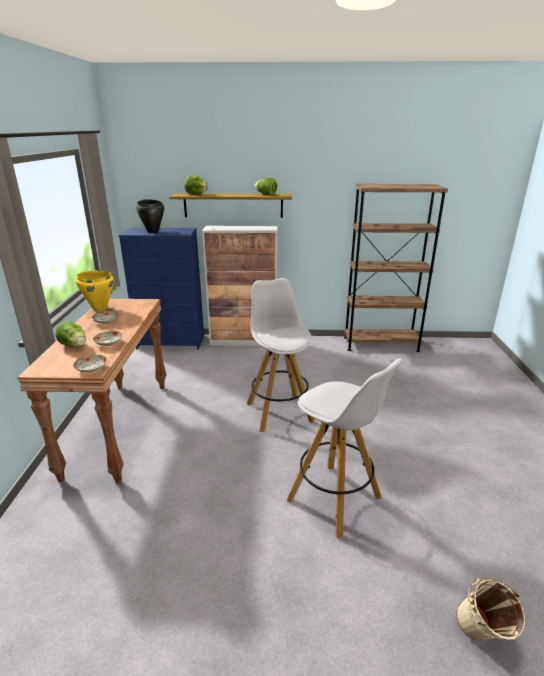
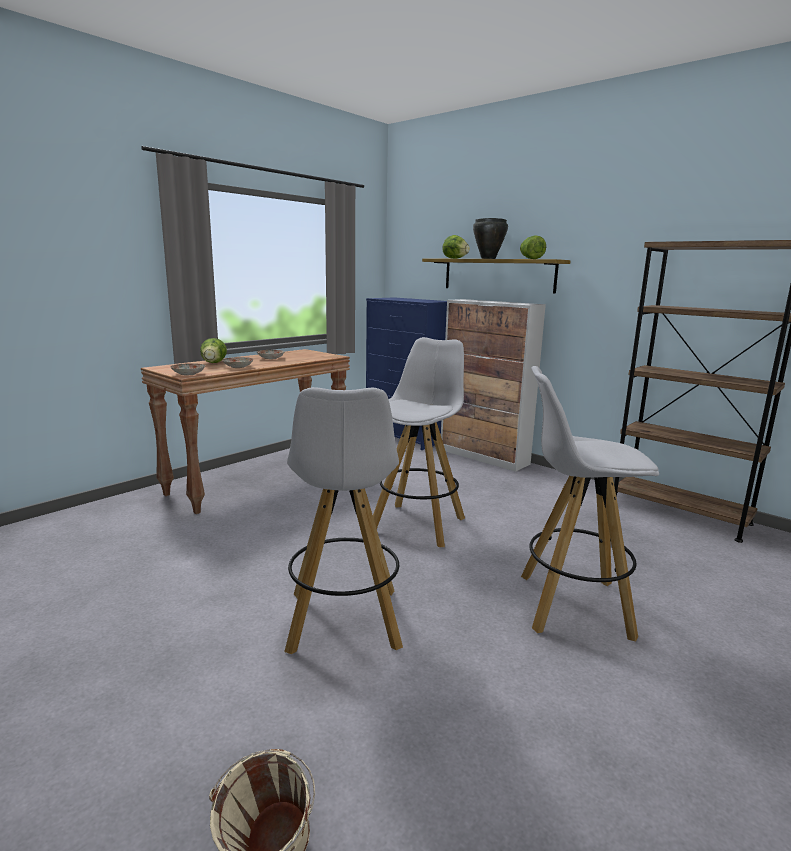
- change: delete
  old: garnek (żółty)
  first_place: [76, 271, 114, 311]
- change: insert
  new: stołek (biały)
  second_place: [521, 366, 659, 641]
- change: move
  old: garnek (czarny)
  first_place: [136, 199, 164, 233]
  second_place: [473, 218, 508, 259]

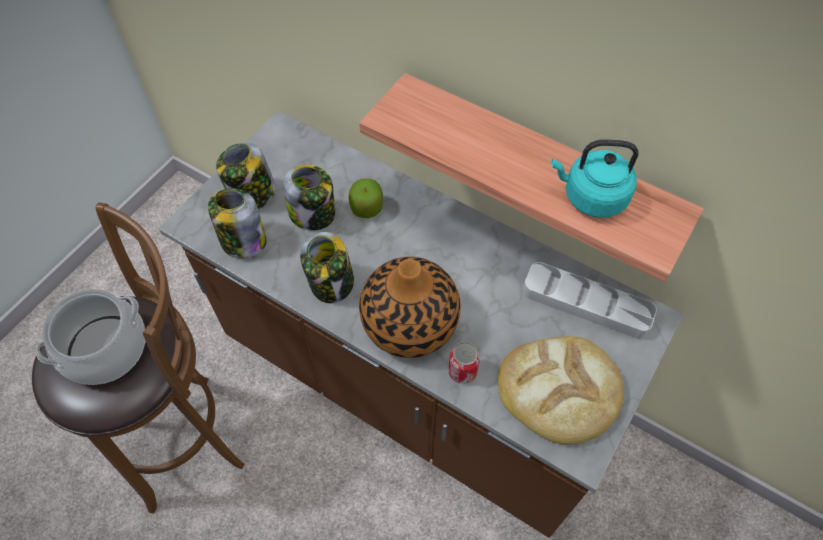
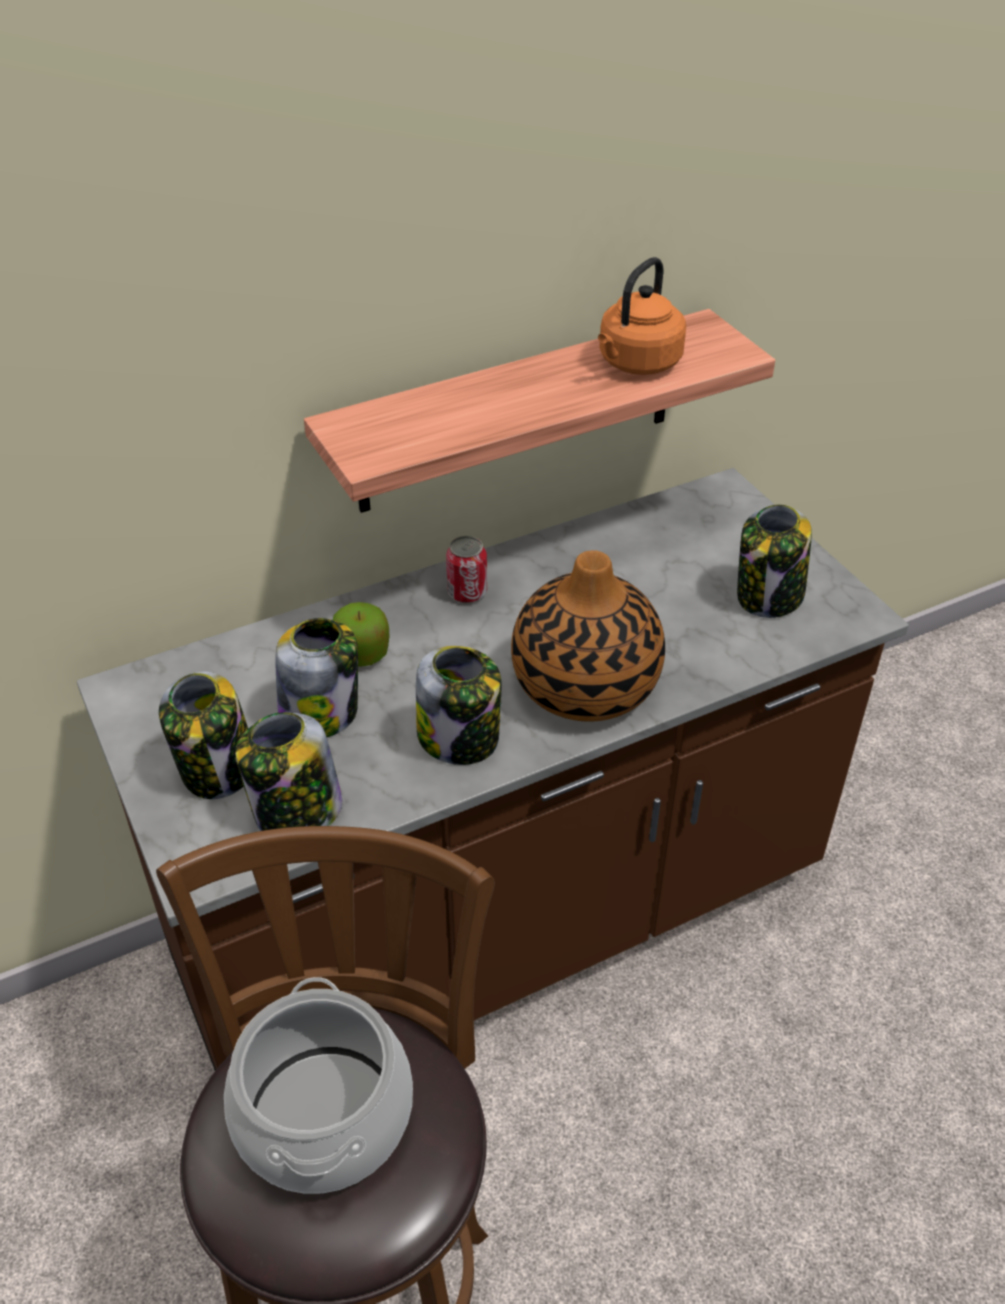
- change: delete
  old: taca (szary)
  first_place: [523, 262, 657, 339]
- change: move
  old: puszka
  first_place: [448, 342, 480, 384]
  second_place: [446, 536, 487, 603]
- change: replace
  old: chleb
  new: słoik
  first_place: [498, 336, 623, 445]
  second_place: [737, 505, 812, 618]
- change: recolor
  old: czajnik (turkusowy)
  new: czajnik (pomarańczowy)
  first_place: [552, 139, 639, 218]
  second_place: [598, 257, 686, 375]

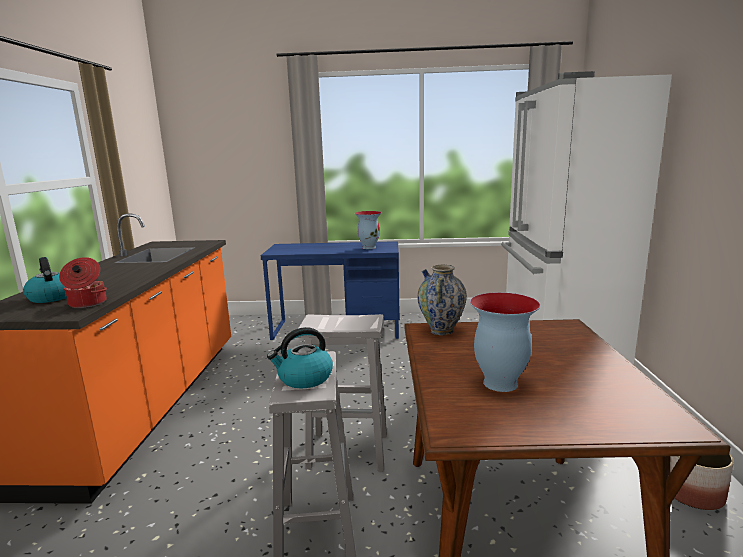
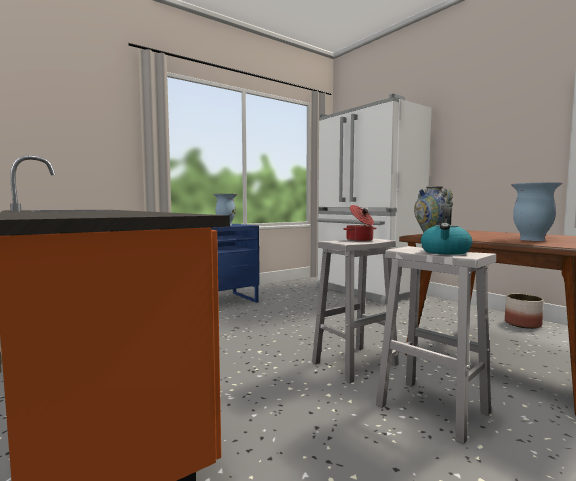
- change: delete
  old: czajnik
  first_place: [23, 257, 67, 303]
- change: move
  old: garnek
  first_place: [59, 257, 107, 308]
  second_place: [343, 205, 377, 242]

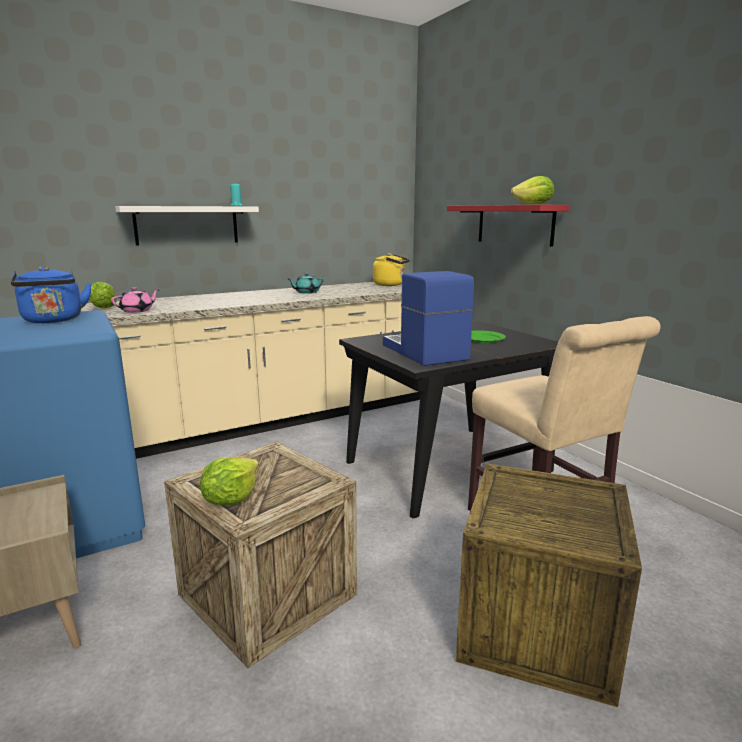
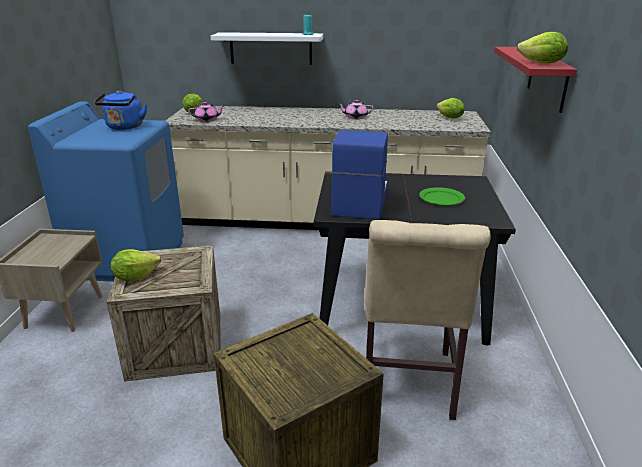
- change: replace
  old: czajnik (żółty)
  new: sałata
  first_place: [373, 253, 410, 286]
  second_place: [437, 98, 464, 119]
- change: recolor
  old: imbryk (turkusowy)
  new: imbryk (różowy)
  first_place: [288, 273, 324, 294]
  second_place: [337, 100, 374, 119]

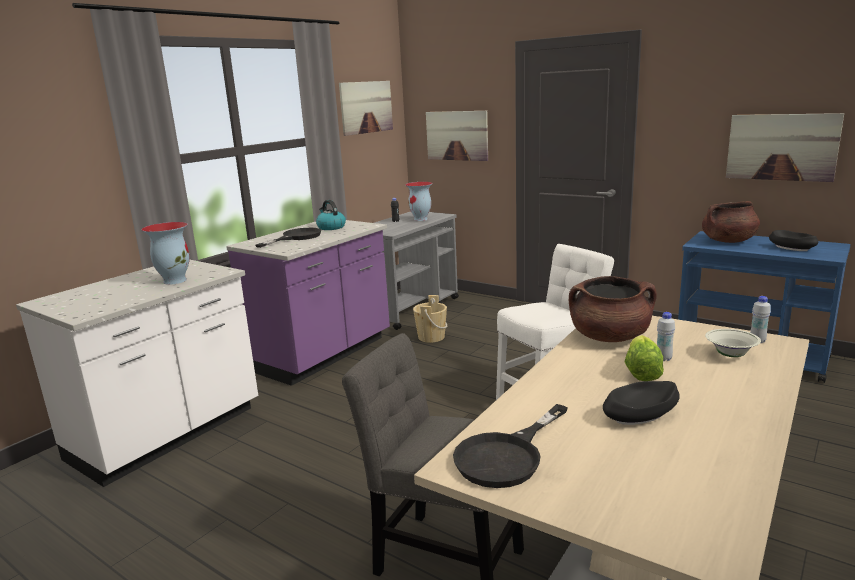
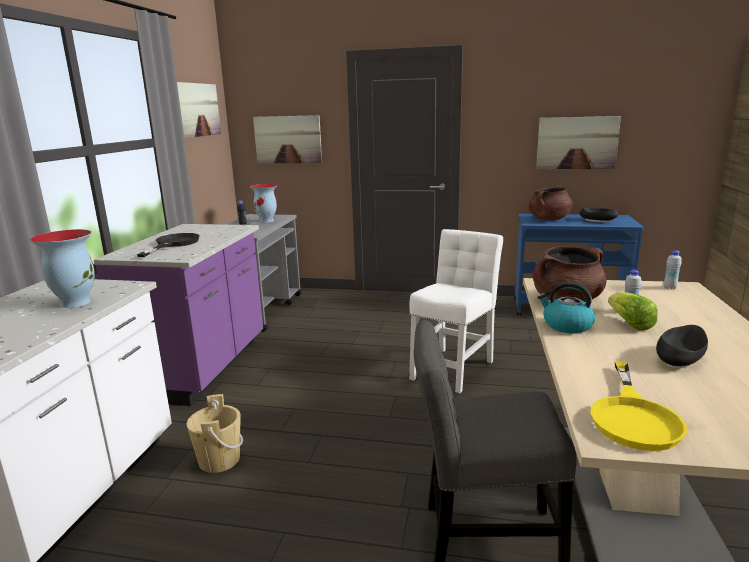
- change: delete
  old: miska (biały)
  first_place: [705, 329, 761, 357]
- change: move
  old: czajnik
  first_place: [316, 200, 346, 230]
  second_place: [538, 282, 595, 333]
- change: move
  old: wiadro (beżowy)
  first_place: [413, 295, 447, 343]
  second_place: [187, 394, 243, 473]
- change: recolor
  old: patelnia (czarny)
  new: patelnia (żółty)
  first_place: [453, 404, 568, 488]
  second_place: [590, 362, 687, 451]

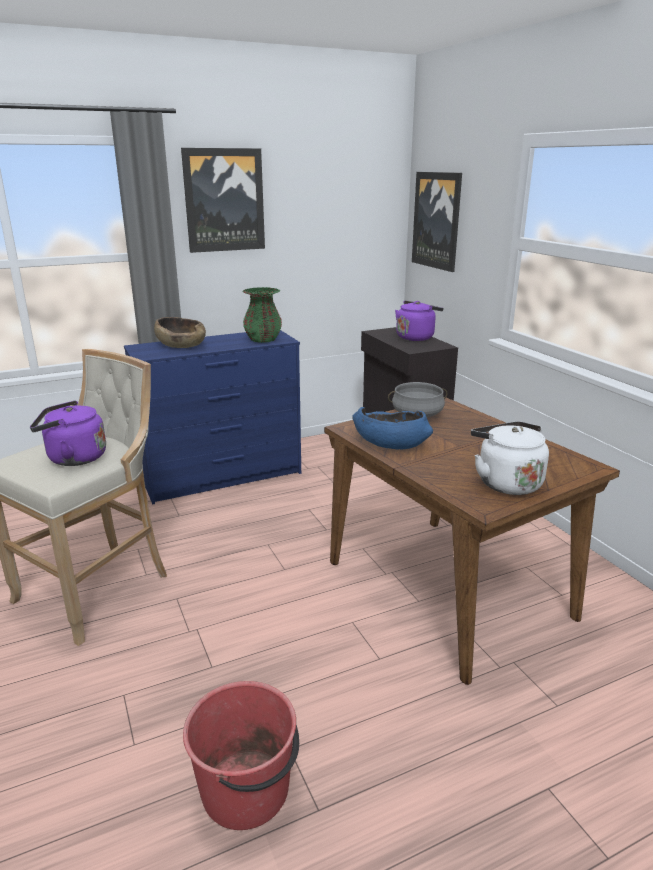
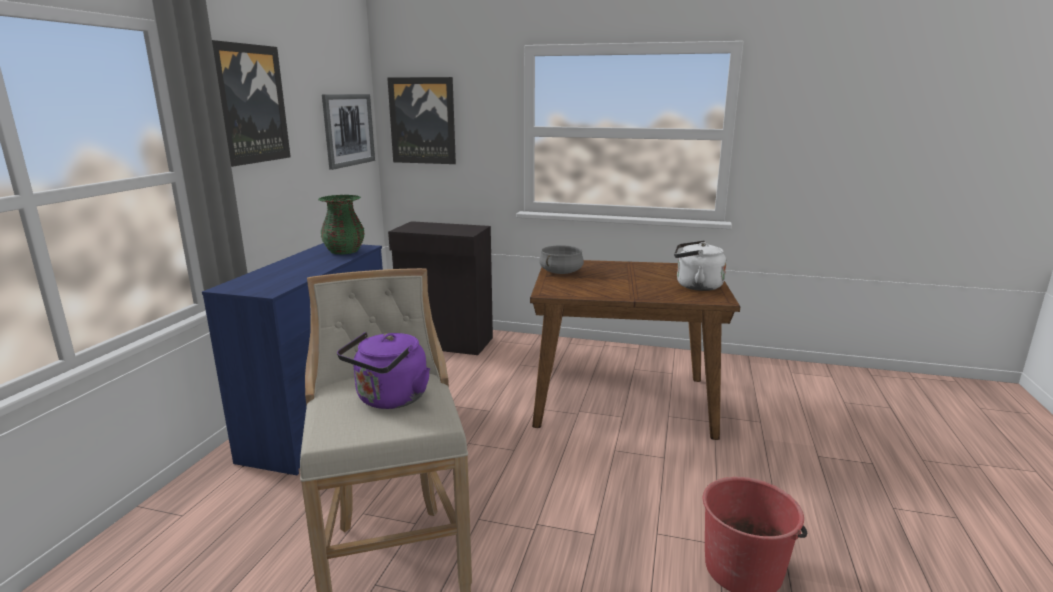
- change: delete
  old: miska (brązowy)
  first_place: [154, 317, 206, 348]
- change: delete
  old: miska (niebieski)
  first_place: [352, 407, 433, 450]
- change: delete
  old: czajnik (fioletowy)
  first_place: [395, 301, 443, 341]
- change: insert
  new: obraz
  second_place: [322, 94, 375, 170]

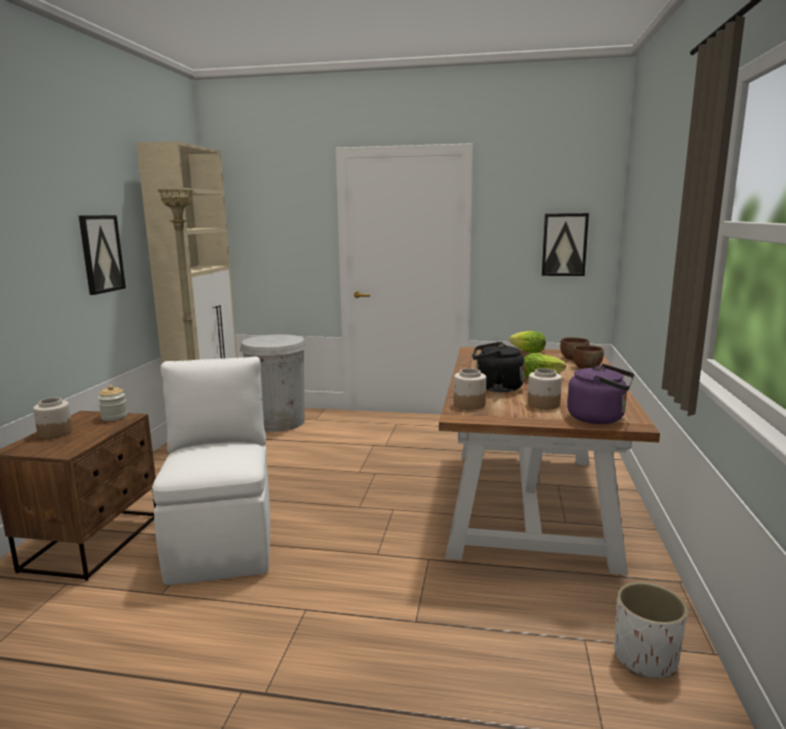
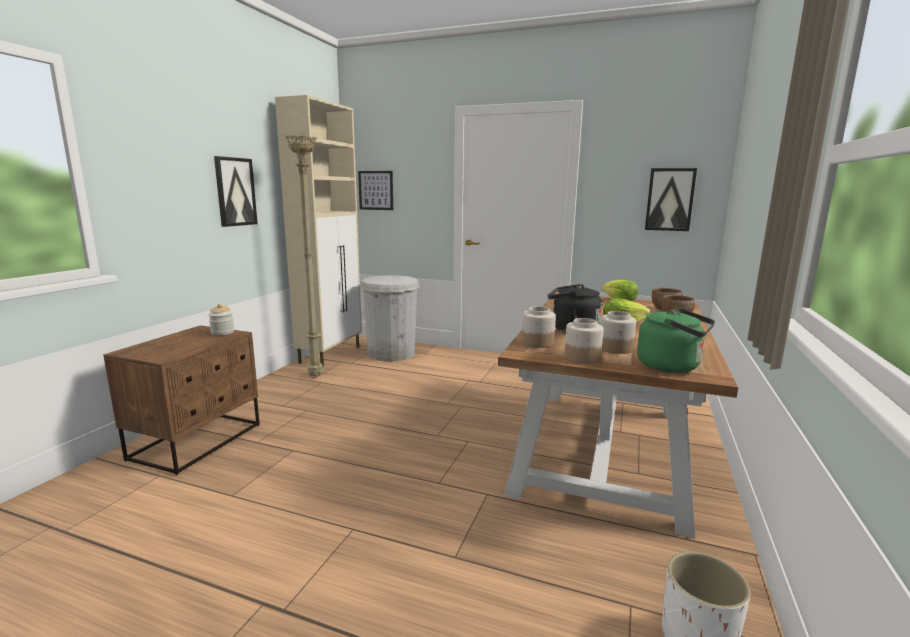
- change: delete
  old: krzesło (biały)
  first_place: [152, 357, 270, 585]
- change: insert
  new: obraz
  second_place: [358, 171, 393, 210]
- change: move
  old: słoik
  first_place: [33, 398, 73, 438]
  second_place: [564, 318, 603, 364]
- change: recolor
  old: czajnik (fioletowy)
  new: czajnik (zielony)
  first_place: [567, 364, 634, 424]
  second_place: [637, 308, 715, 373]

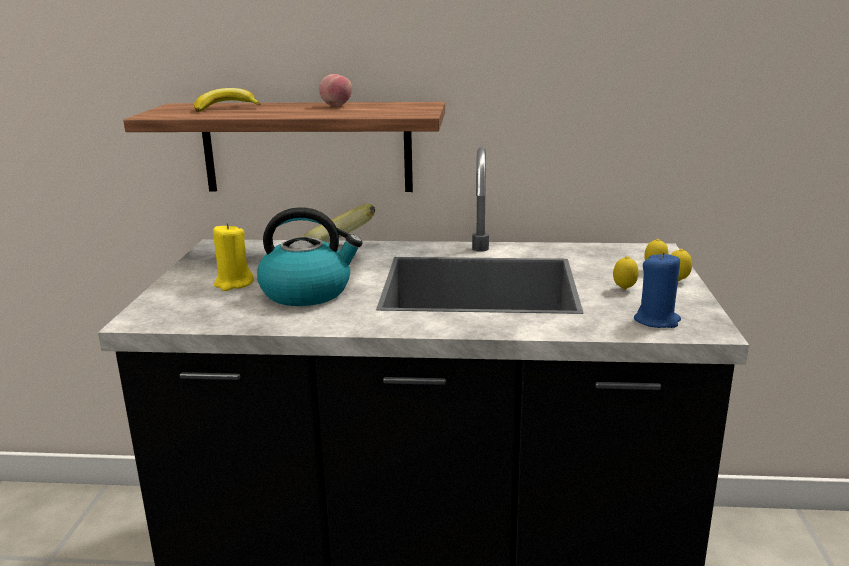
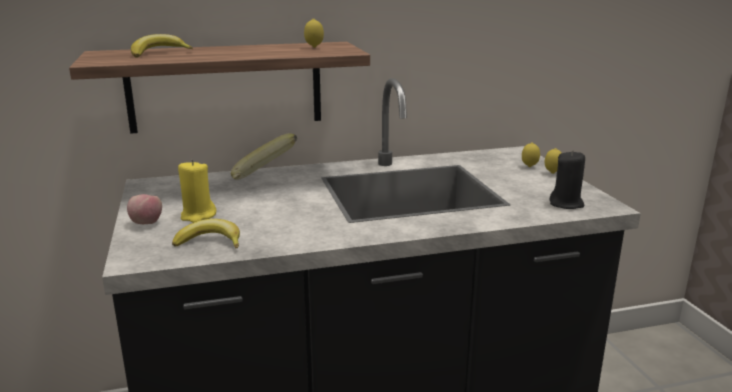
- change: delete
  old: czajnik
  first_place: [257, 207, 363, 306]
- change: insert
  new: banan
  second_place: [172, 219, 240, 249]
- change: move
  old: jabłko
  first_place: [319, 74, 352, 106]
  second_place: [127, 194, 162, 224]
- change: move
  old: cytryna
  first_place: [613, 256, 639, 290]
  second_place: [304, 19, 324, 48]
- change: recolor
  old: świeca (niebieski)
  new: świeca (czarny)
  first_place: [634, 252, 681, 328]
  second_place: [549, 150, 585, 209]

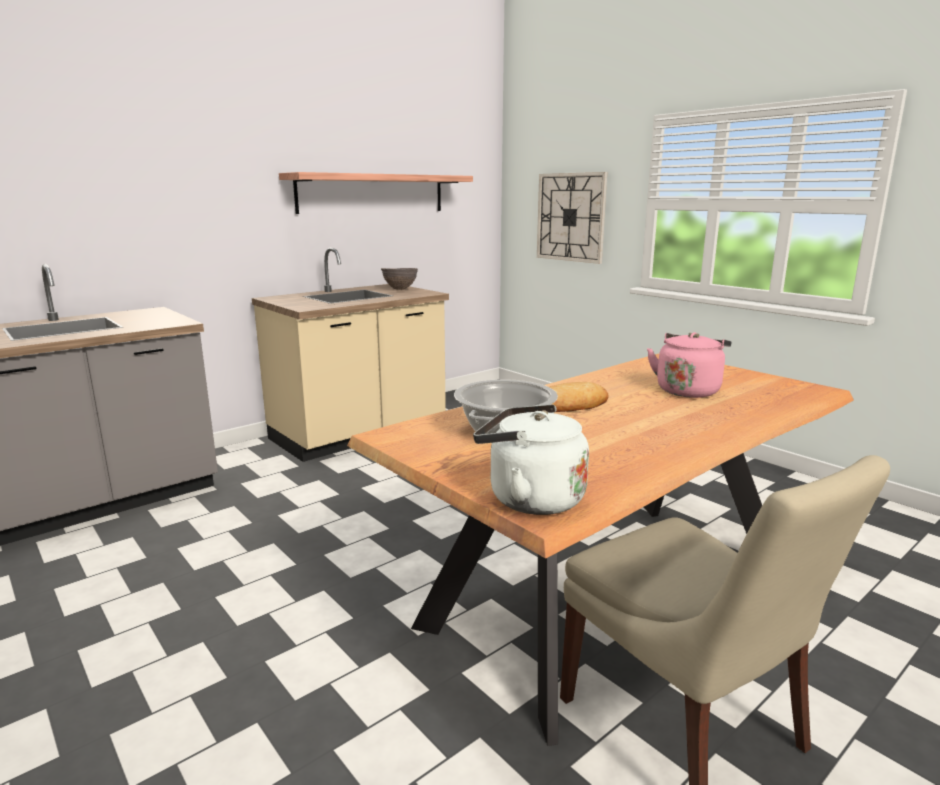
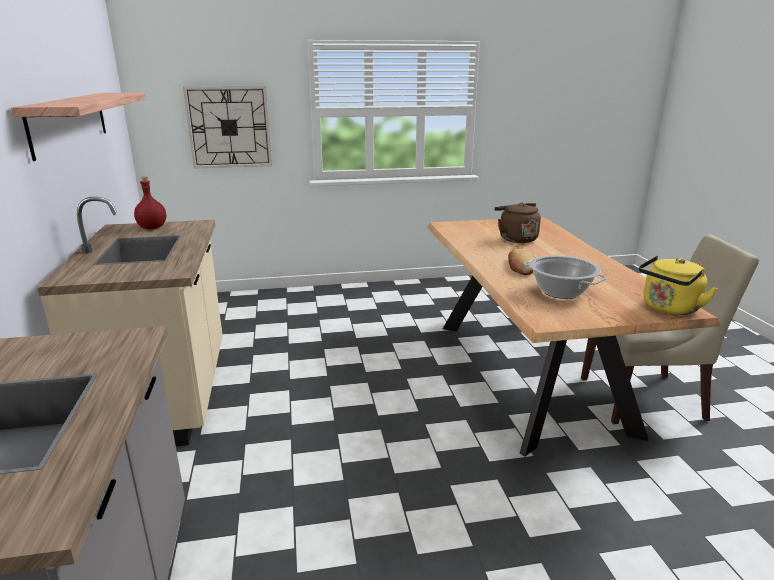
- change: replace
  old: miska (brązowy)
  new: butelka (czerwony)
  first_place: [381, 268, 418, 290]
  second_place: [134, 177, 166, 229]
- change: recolor
  old: czajnik (biały)
  new: czajnik (żółty)
  first_place: [473, 404, 589, 515]
  second_place: [639, 255, 718, 315]
- change: recolor
  old: czajnik (różowy)
  new: czajnik (brązowy)
  first_place: [647, 332, 732, 398]
  second_place: [494, 203, 541, 243]

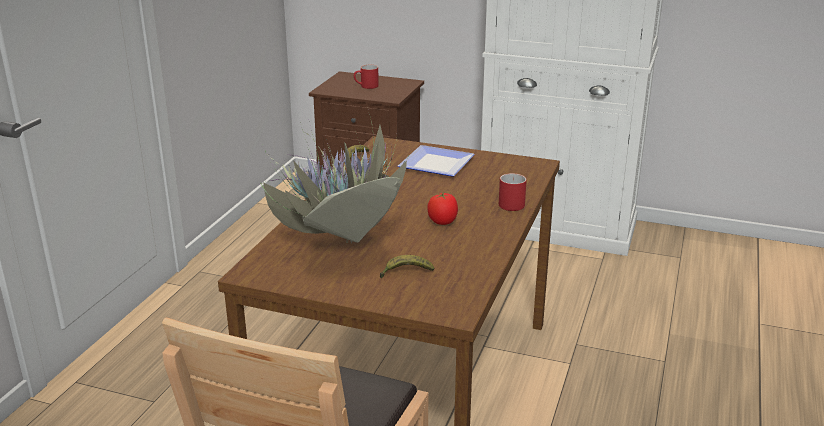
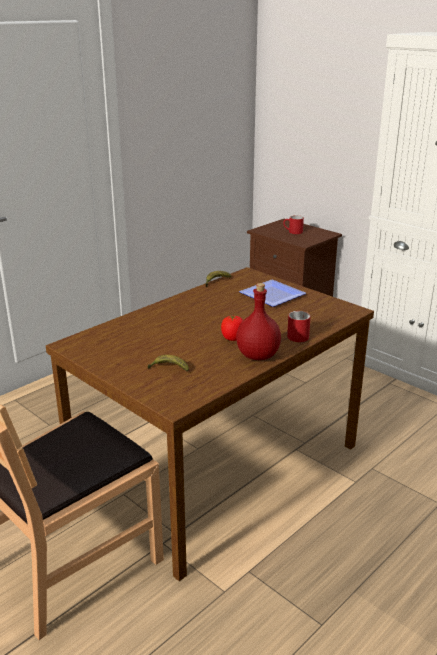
- change: delete
  old: roślina doniczkowa
  first_place: [260, 114, 410, 244]
- change: insert
  new: butelka (czerwony)
  second_place: [236, 283, 281, 360]

